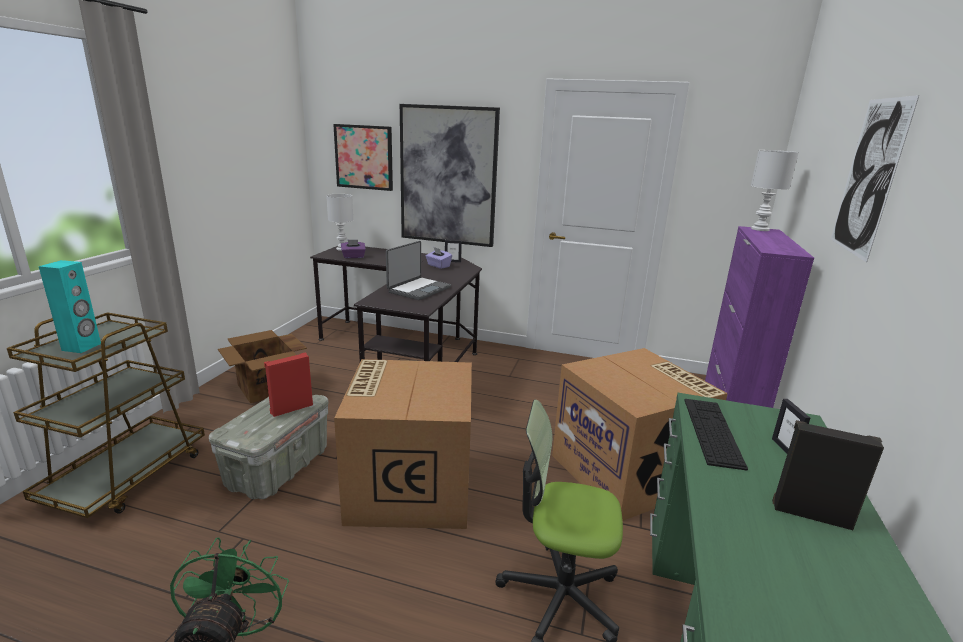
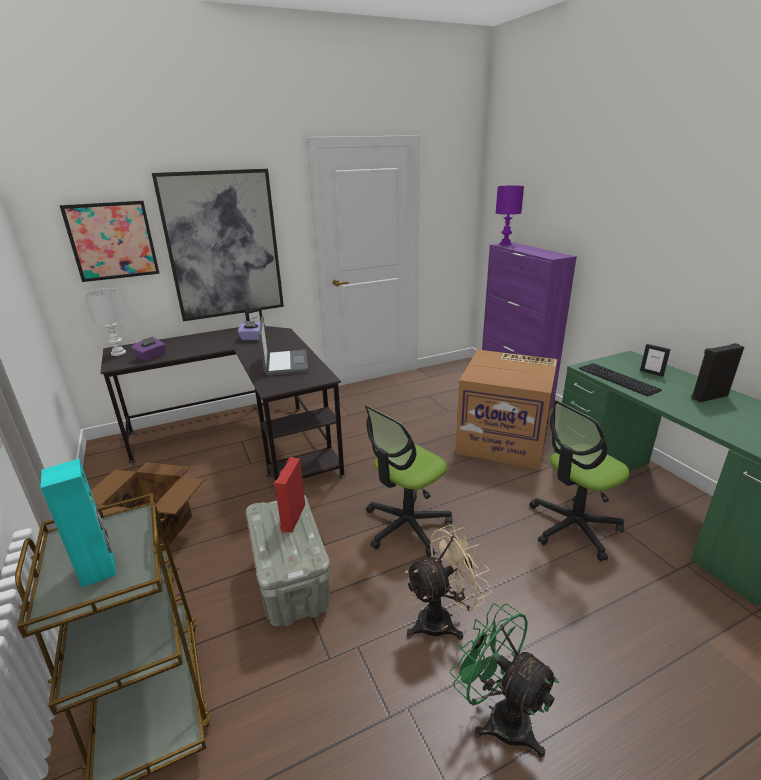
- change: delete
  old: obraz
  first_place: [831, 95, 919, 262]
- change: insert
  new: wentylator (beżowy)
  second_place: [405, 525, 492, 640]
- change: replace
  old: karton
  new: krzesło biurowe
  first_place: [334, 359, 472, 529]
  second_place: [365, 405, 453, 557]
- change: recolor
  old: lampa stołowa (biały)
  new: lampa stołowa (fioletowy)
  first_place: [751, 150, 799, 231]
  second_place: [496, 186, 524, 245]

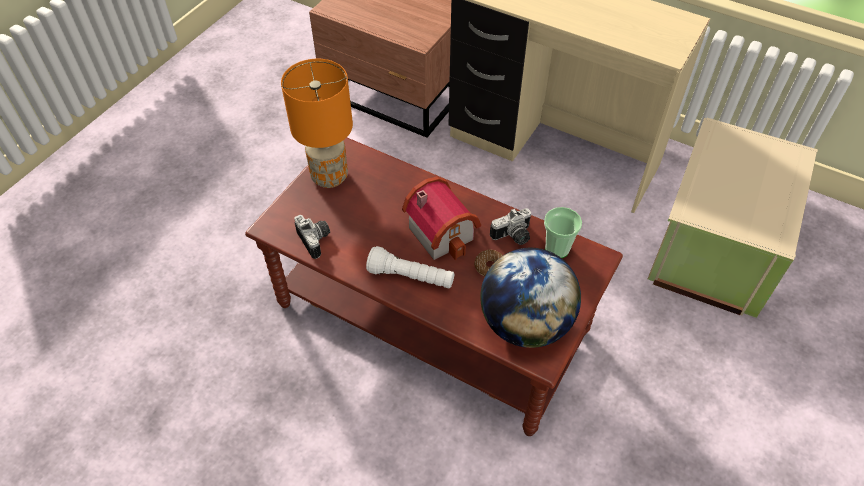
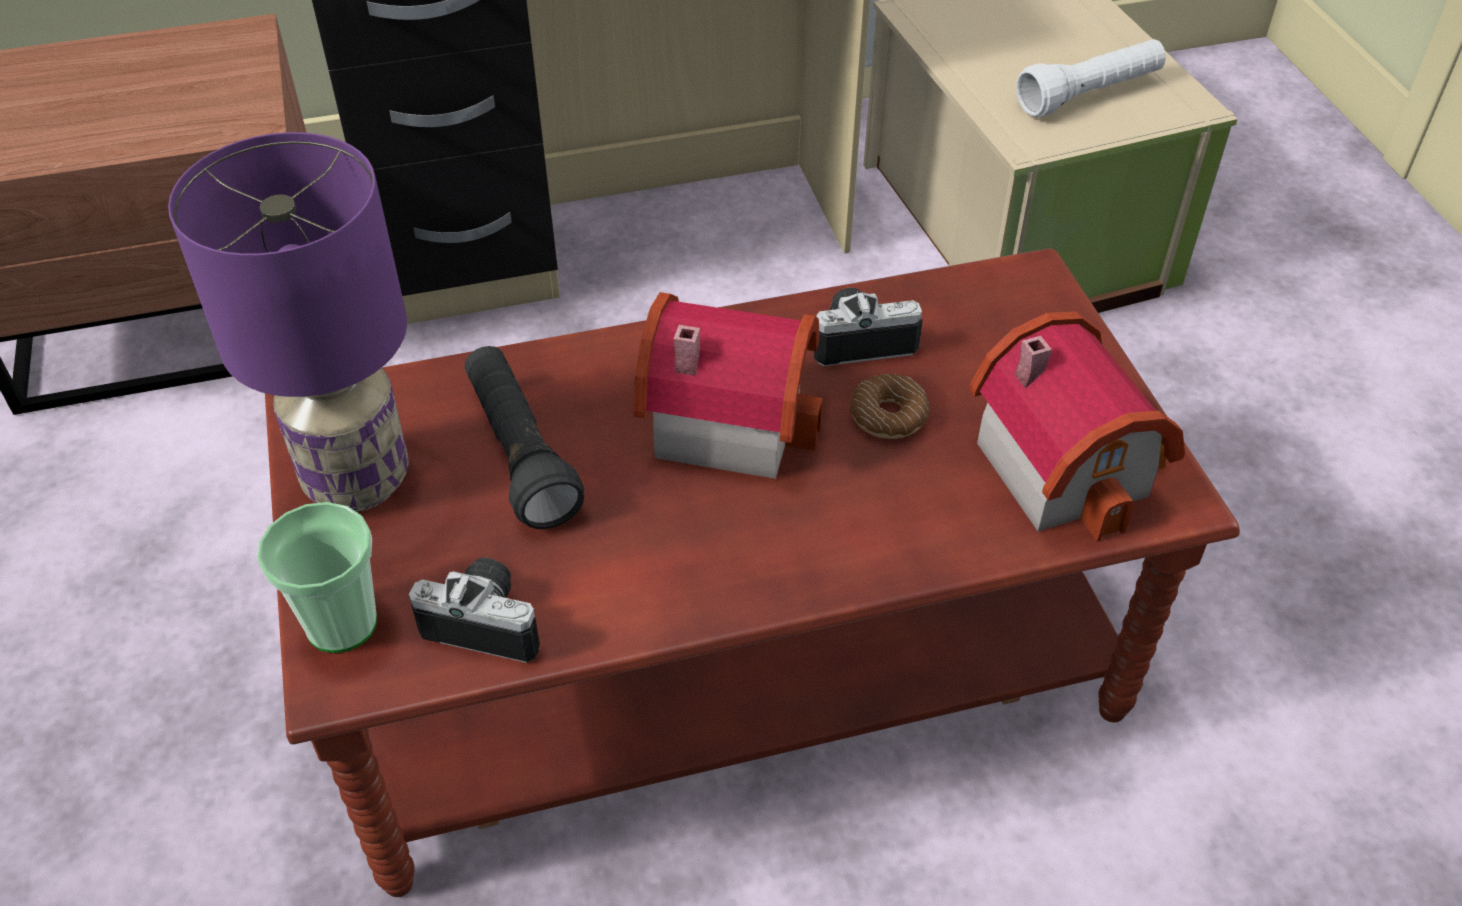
- change: insert
  new: latarka (czarny)
  second_place: [465, 346, 584, 529]
- change: move
  old: latarka (biały)
  first_place: [366, 246, 454, 289]
  second_place: [1016, 39, 1166, 117]
- change: move
  old: filiżanka
  first_place: [544, 207, 582, 258]
  second_place: [257, 502, 377, 653]
- change: replace
  old: globus
  new: domek
  first_place: [480, 248, 581, 348]
  second_place: [969, 312, 1185, 542]
- change: recolor
  old: lampa stołowa (pomarańczowy)
  new: lampa stołowa (fioletowy)
  first_place: [281, 59, 353, 188]
  second_place: [168, 132, 408, 512]
- change: rotate
  old: aparat fotograficzny
  first_place: [490, 208, 531, 245]
  second_place: [814, 288, 923, 366]
  degrees: -120

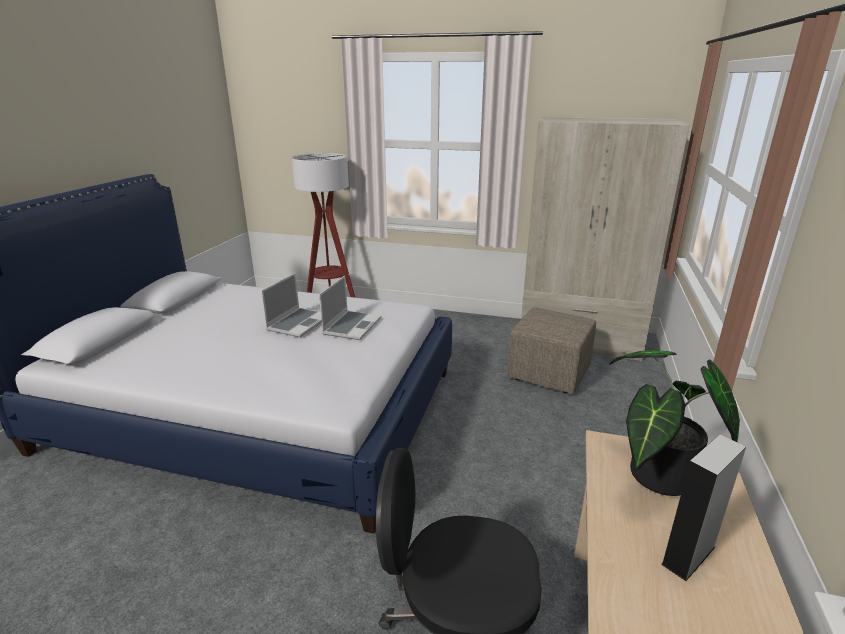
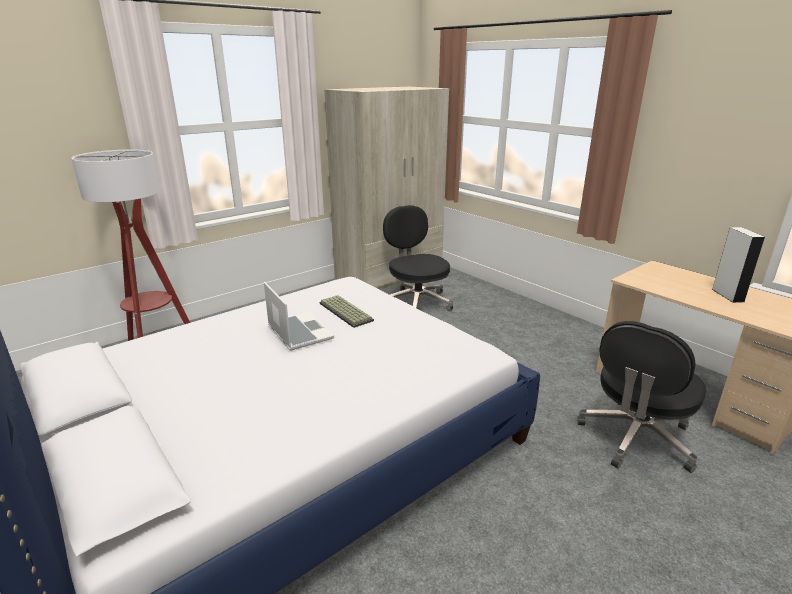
- change: delete
  old: roślina doniczkowa
  first_place: [609, 350, 740, 496]
- change: replace
  old: laptop
  new: klawiatura
  first_place: [319, 276, 381, 340]
  second_place: [319, 295, 374, 328]
- change: replace
  old: pufa (beżowy)
  new: krzesło biurowe (czarny)
  first_place: [507, 307, 596, 394]
  second_place: [383, 205, 453, 311]

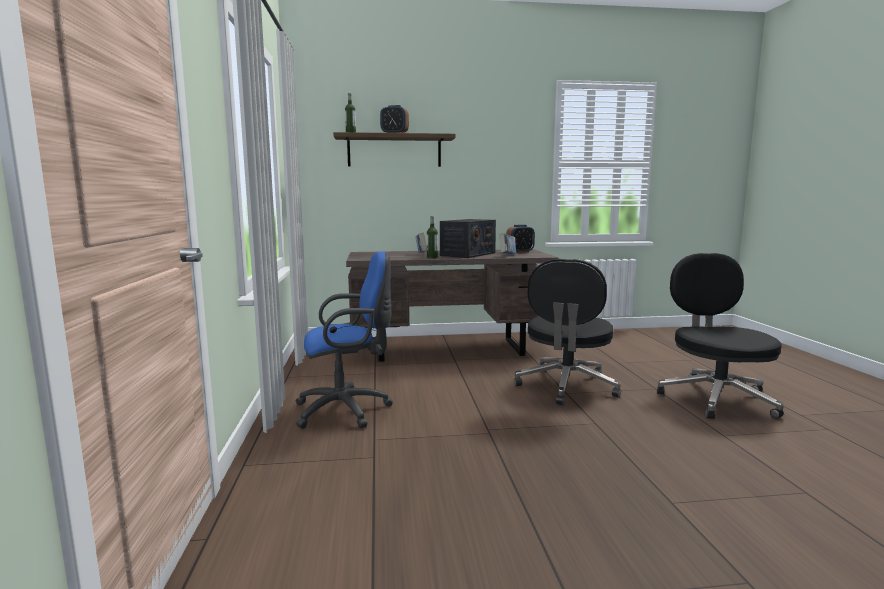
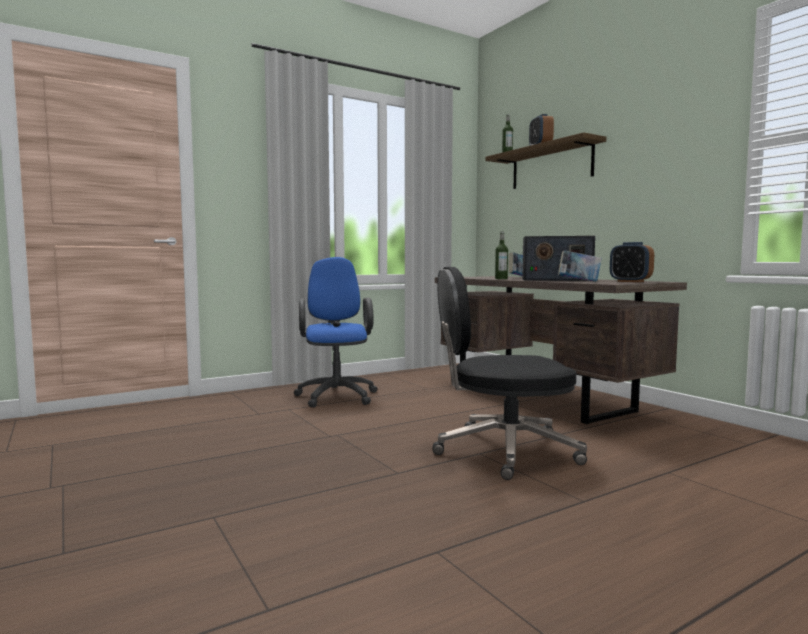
- change: delete
  old: krzesło biurowe (czarny)
  first_place: [657, 253, 784, 419]
- change: rotate
  old: krzesło biurowe (niebieski)
  first_place: [296, 251, 393, 429]
  second_place: [294, 257, 378, 408]
  degrees: -150

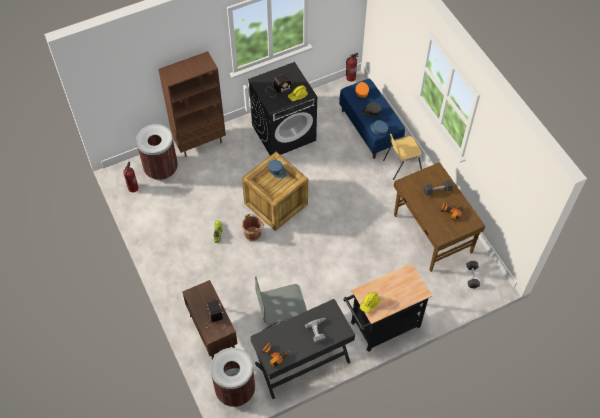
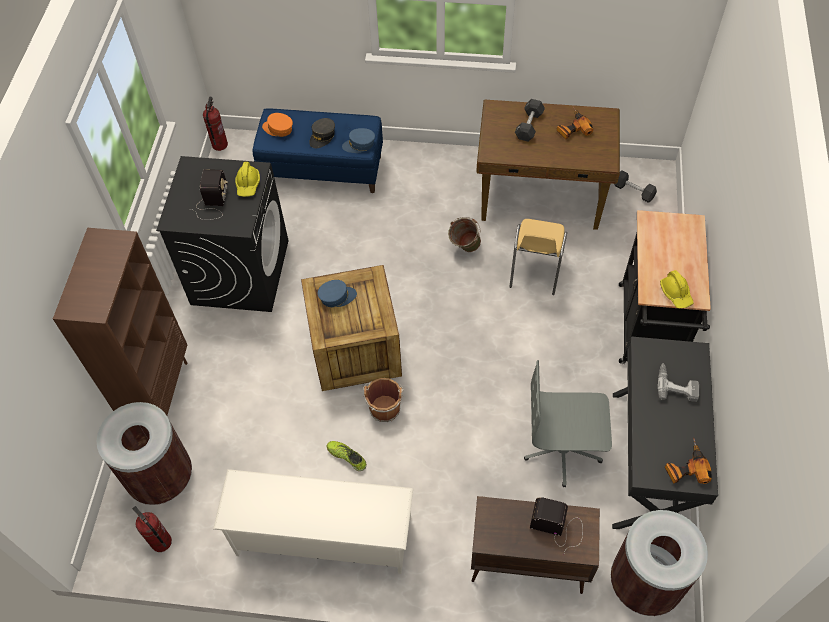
- change: insert
  new: regał na buty (biały)
  second_place: [213, 469, 413, 574]
- change: insert
  new: wiadro (zielony)
  second_place: [448, 217, 481, 252]
- change: move
  old: krzesło (żółty)
  first_place: [383, 134, 422, 180]
  second_place: [509, 219, 567, 295]
- change: rotate
  old: krzesło biurowe (szary)
  first_place: [255, 276, 307, 331]
  second_place: [524, 360, 612, 487]
  degrees: 75

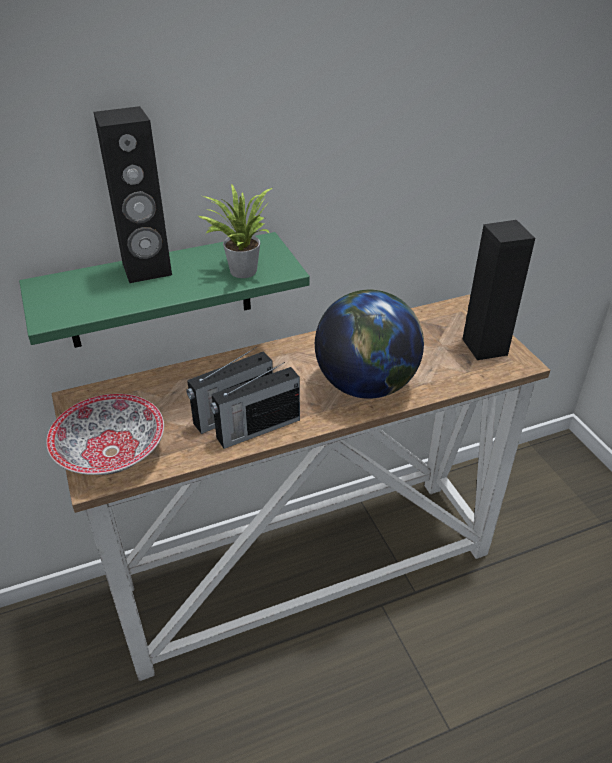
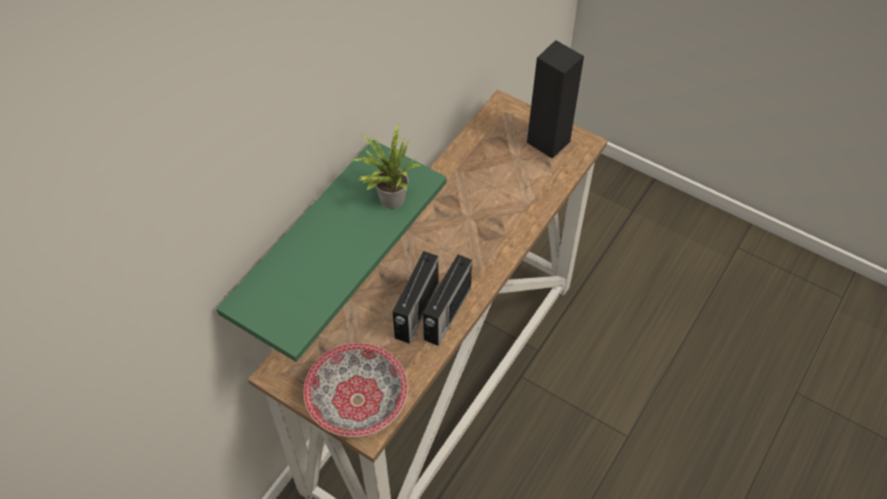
- change: delete
  old: głośnik (czarny)
  first_place: [94, 106, 172, 283]
- change: delete
  old: globus
  first_place: [315, 290, 424, 399]

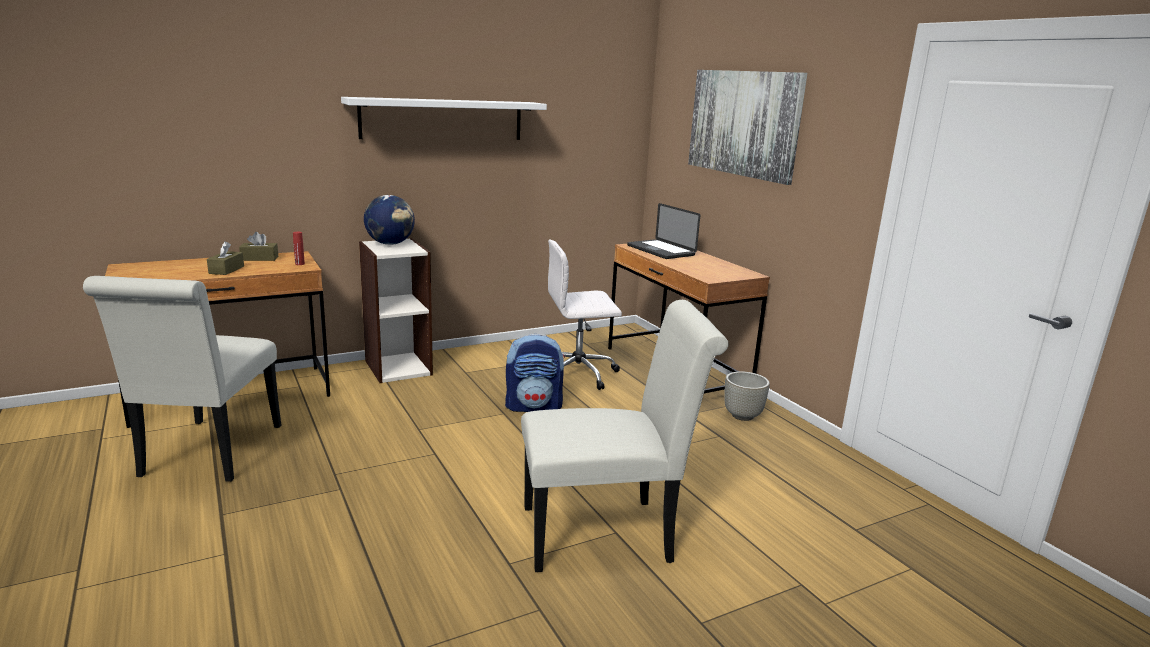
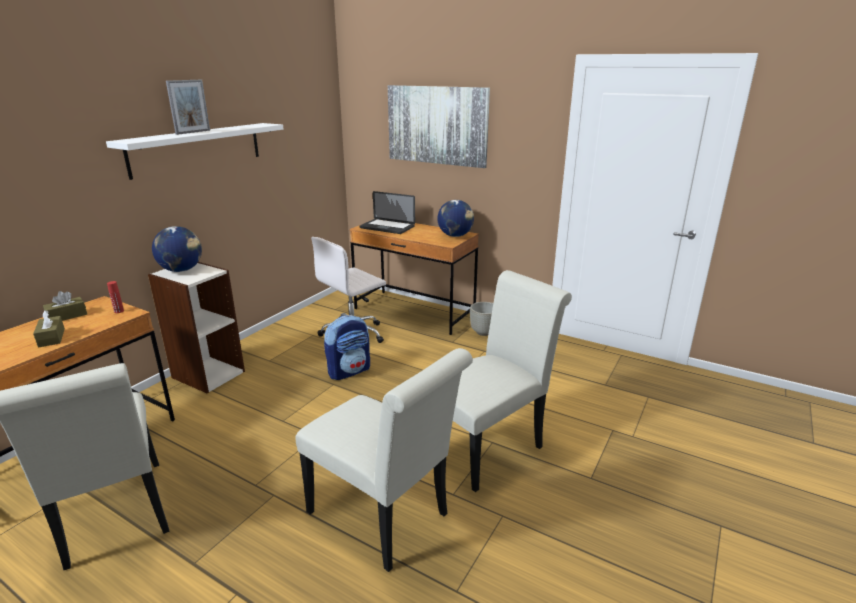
- change: insert
  new: ramka na zdjęcie
  second_place: [166, 80, 210, 135]
- change: insert
  new: krzesło (biały)
  second_place: [295, 348, 473, 572]
- change: insert
  new: globus
  second_place: [437, 200, 474, 237]

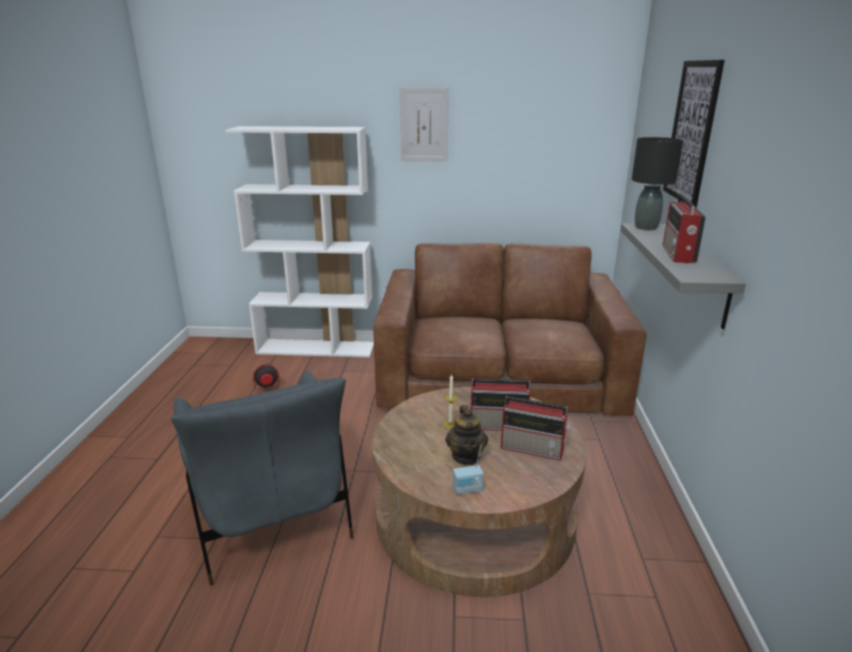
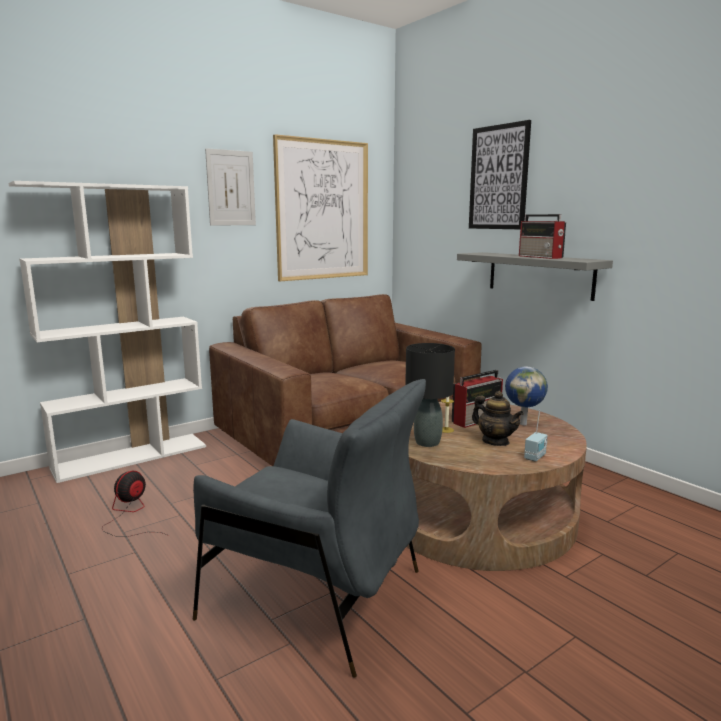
- change: insert
  new: obraz
  second_place: [273, 134, 368, 281]
- change: move
  old: lampa stołowa (czarny)
  first_place: [632, 137, 683, 230]
  second_place: [405, 343, 455, 447]
- change: replace
  old: radio
  new: globus
  first_place: [501, 396, 570, 461]
  second_place: [505, 366, 548, 425]

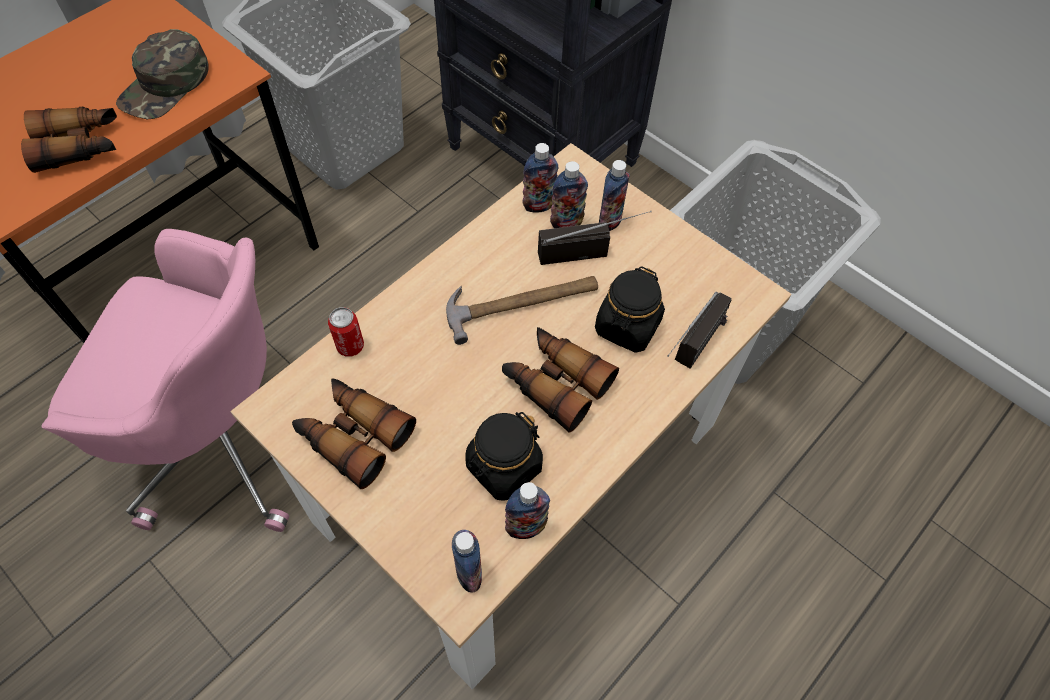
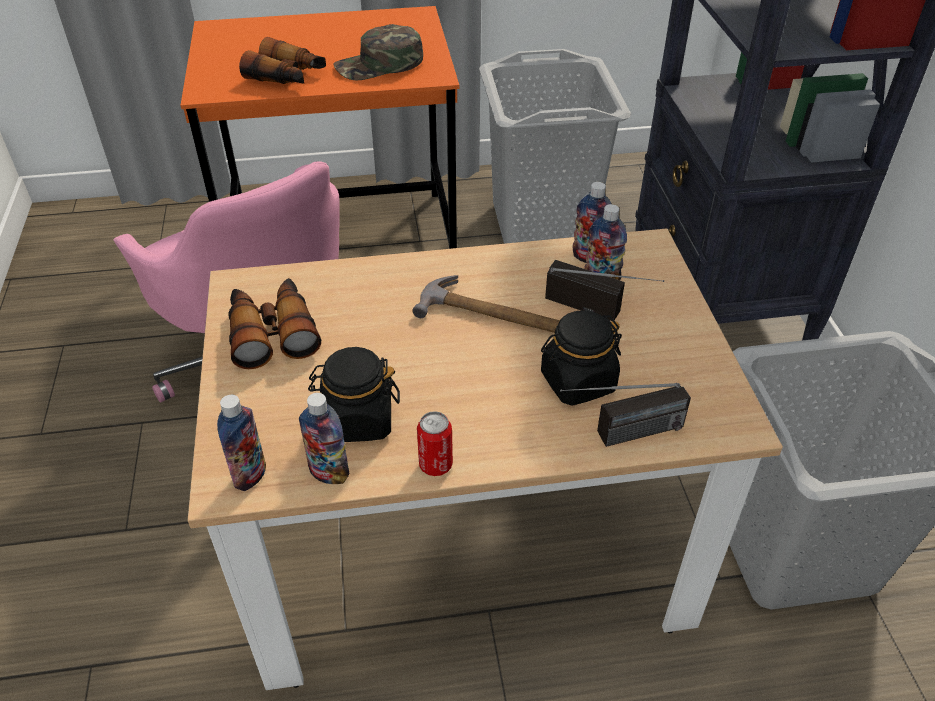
- change: delete
  old: lornetka
  first_place: [502, 327, 619, 433]
- change: delete
  old: butelka
  first_place: [599, 160, 630, 231]
- change: move
  old: puszka
  first_place: [328, 307, 364, 357]
  second_place: [417, 411, 453, 476]

